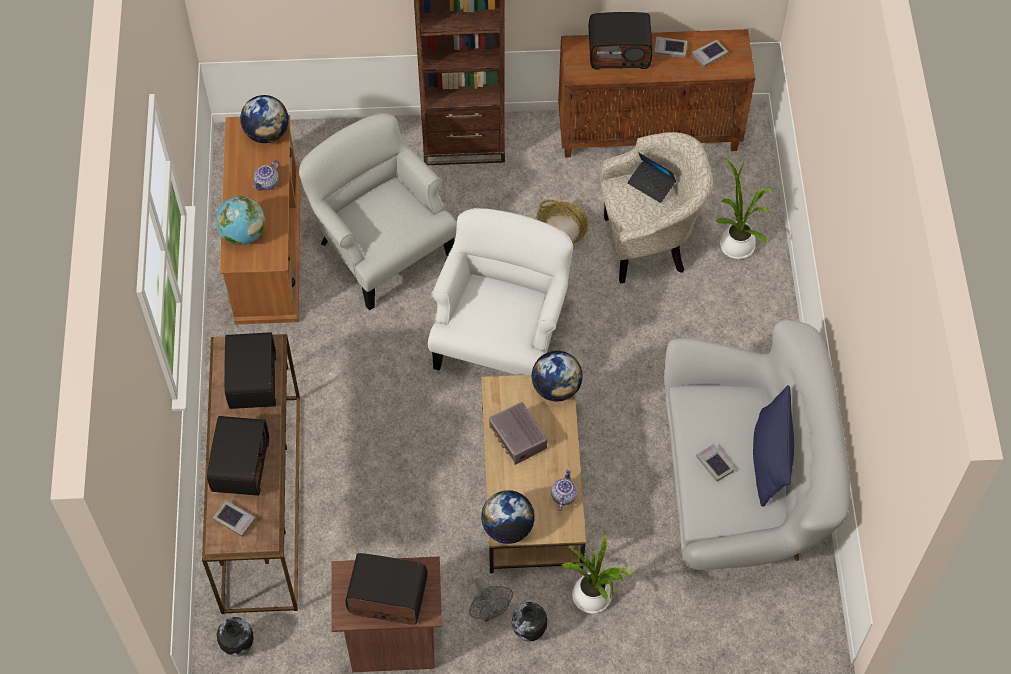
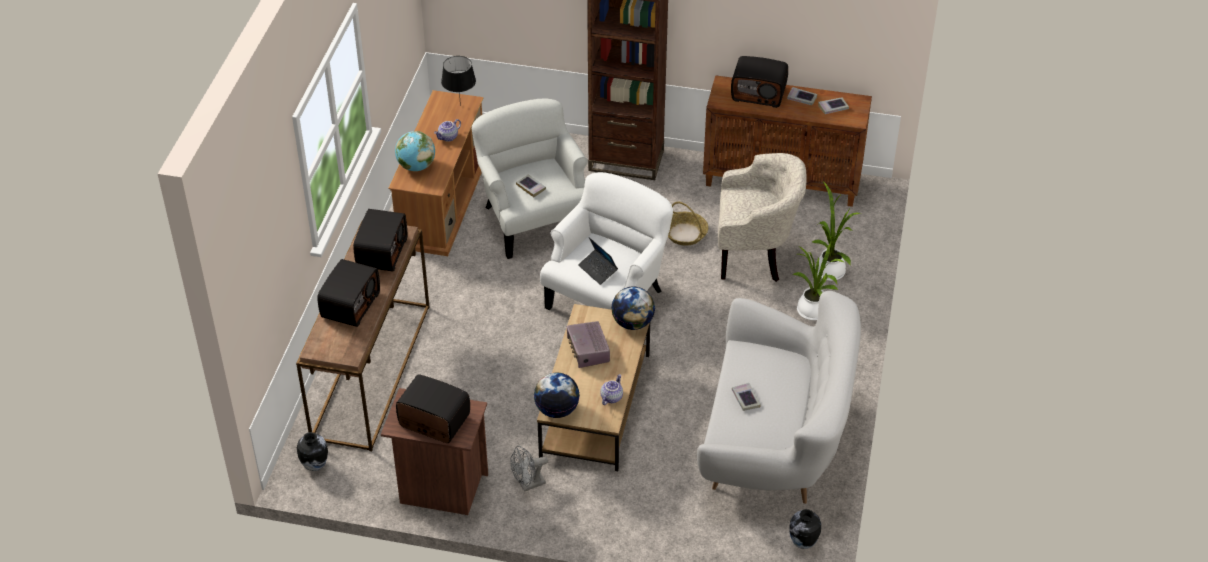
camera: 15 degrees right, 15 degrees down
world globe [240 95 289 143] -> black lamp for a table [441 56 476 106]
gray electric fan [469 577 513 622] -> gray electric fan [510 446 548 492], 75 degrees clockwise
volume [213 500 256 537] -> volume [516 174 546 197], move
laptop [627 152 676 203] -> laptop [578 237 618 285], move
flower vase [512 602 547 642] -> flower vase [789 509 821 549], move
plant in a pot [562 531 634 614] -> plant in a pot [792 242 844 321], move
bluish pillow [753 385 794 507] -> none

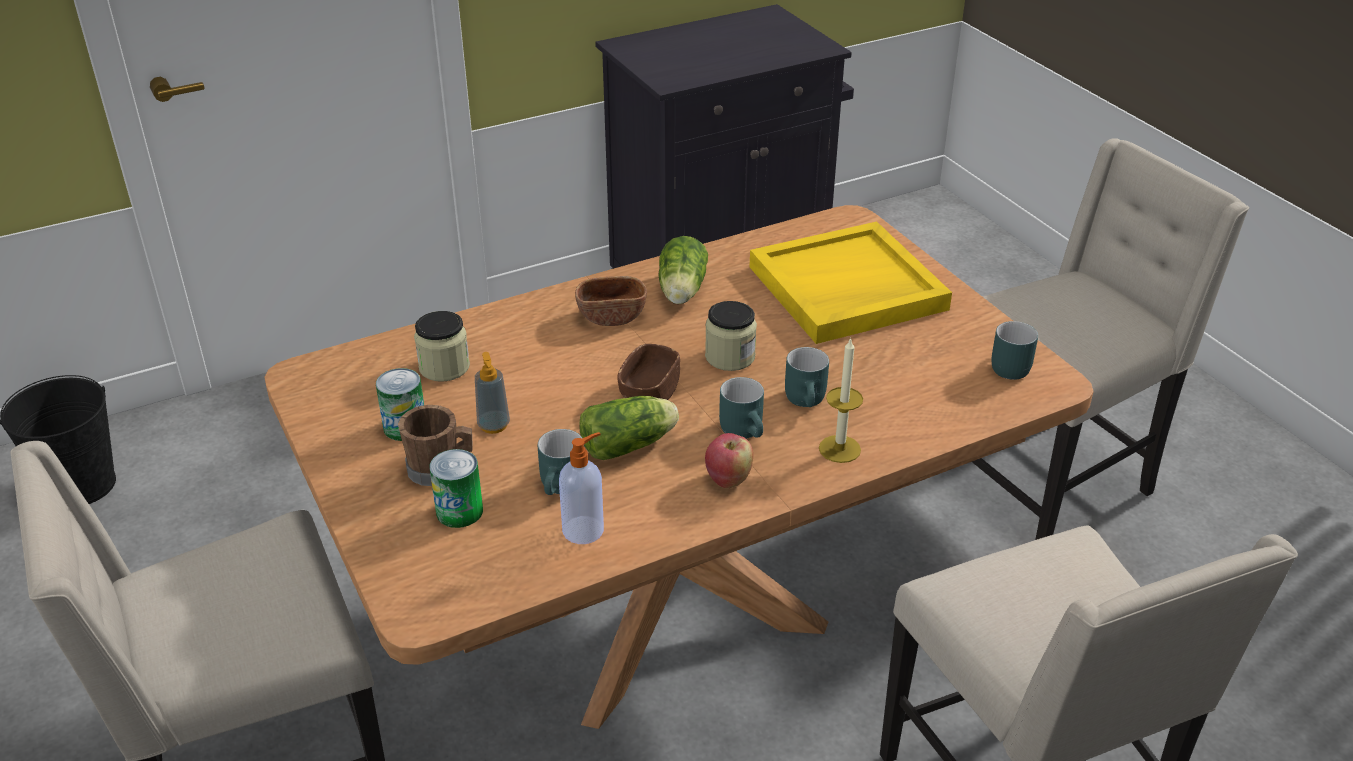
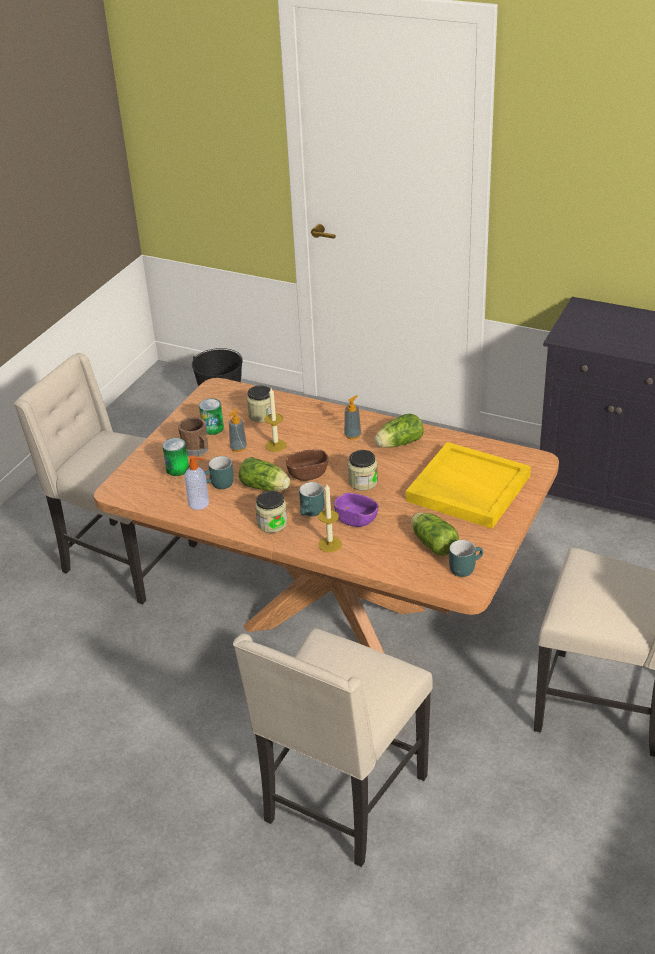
camera: 55 degrees right, 0 degrees up
apple [705 433 753 488] -> jar [255 491 287 533]
none -> wax candle [264 388 287 452]
turquoise-coloured coffee mug [785 347 829 407] -> purplish deep dish [334 493 378 527]
brown deep dish [575 276 647 326] -> soap bottle [344 395 361 440]
none -> lettuce head [411 512 459 556]

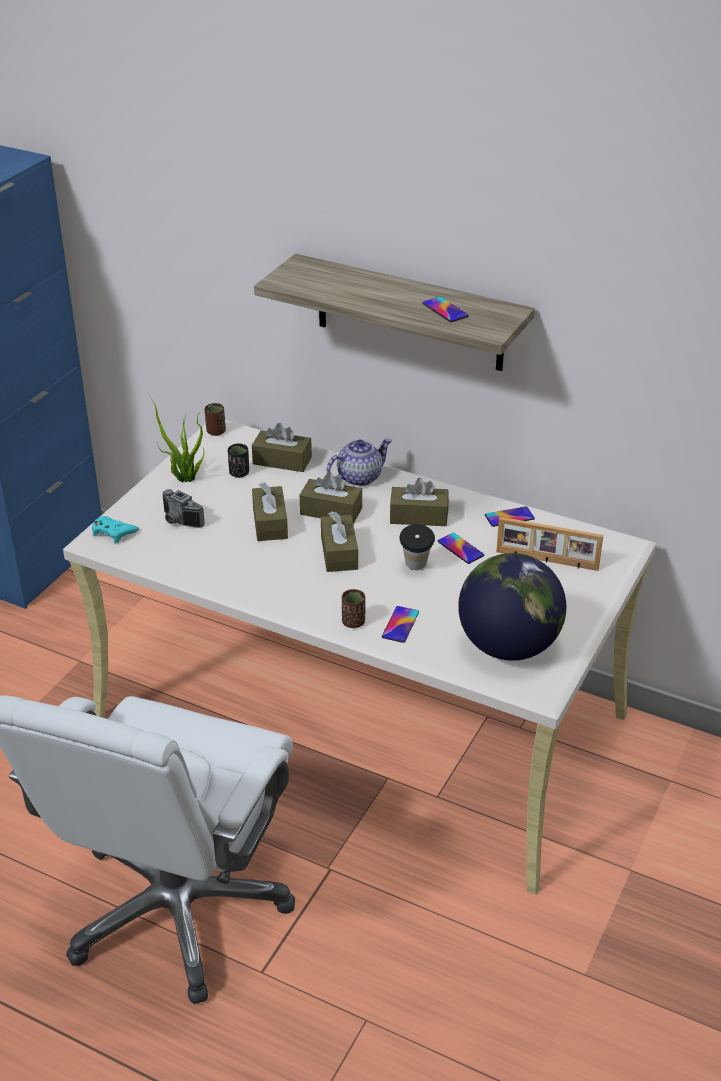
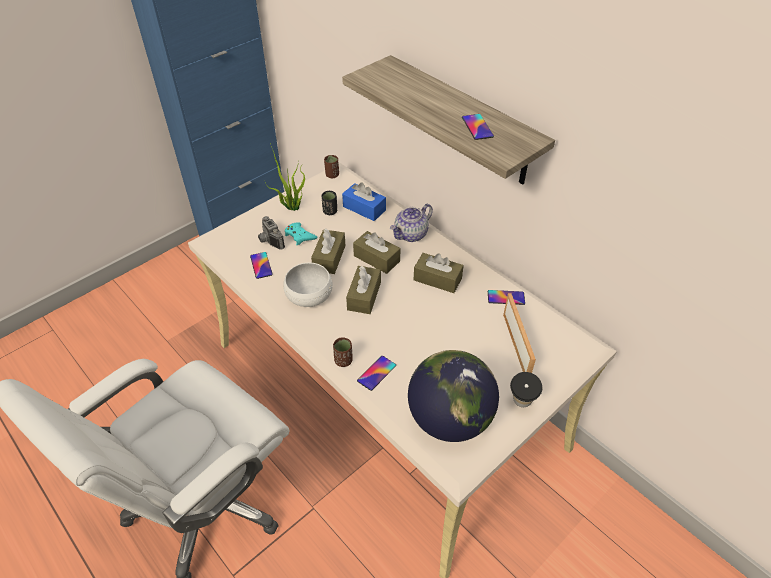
camera: 20 degrees right, 10 degrees up
handset [438 533 484 564] -> handset [250 252 273 279], move
none -> whitish deep dish [283 262 333 307]
turquoise-coloured gamepad [91 516 139 544] -> turquoise-coloured gamepad [285 222 318 245], move
brown tissue box [252 423 312 472] -> bluish tissue box [342 182 386 221]
tea pot [327 438 392 486] -> tea pot [390 204 433 242], 150 degrees clockwise
photo frame [496 517 603 571] -> photo frame [503 293 536 373], 135 degrees counterclockwise
cup [399 524 435 570] -> cup [510 372 542 407], move

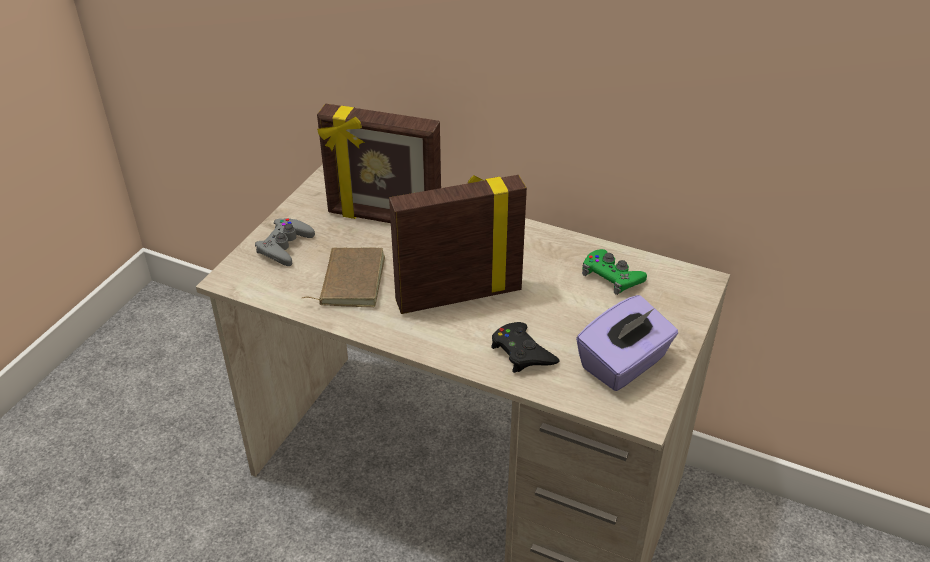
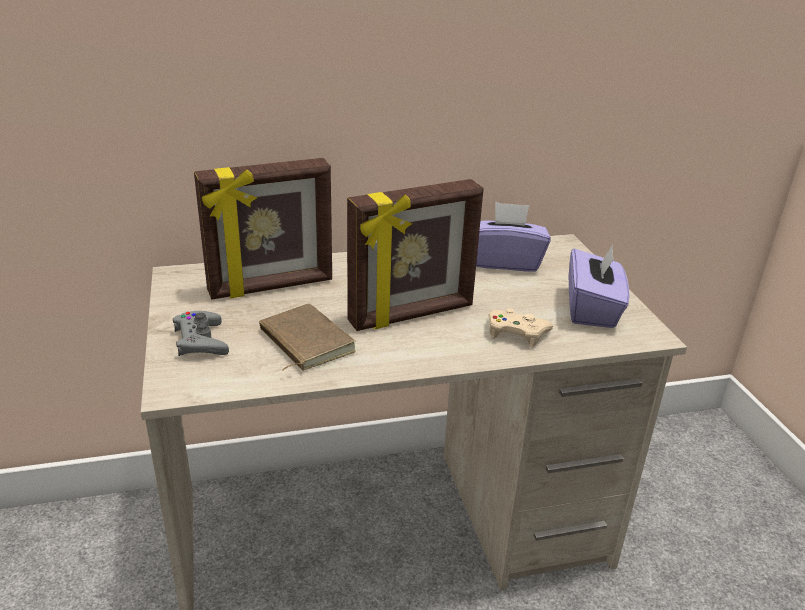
camera: 40 degrees left, 10 degrees down
photo frame [389 175 527 314] -> photo frame [347 179 484 331], 150 degrees counterclockwise
greenish gamepad [582 249 647 295] -> purplish tissue box [476 202 550 272]
black gamepad [491 322 559 373] -> beige-coloured gamepad [489 308 553 347]

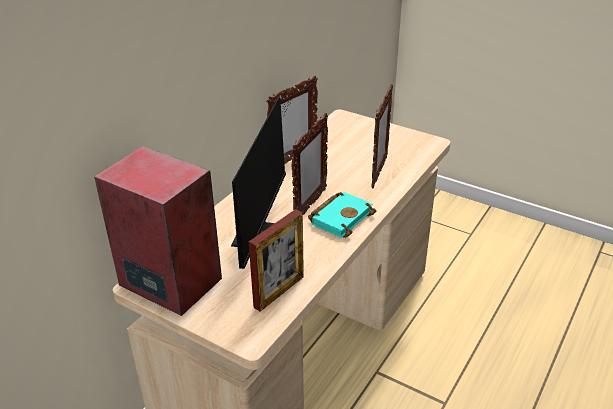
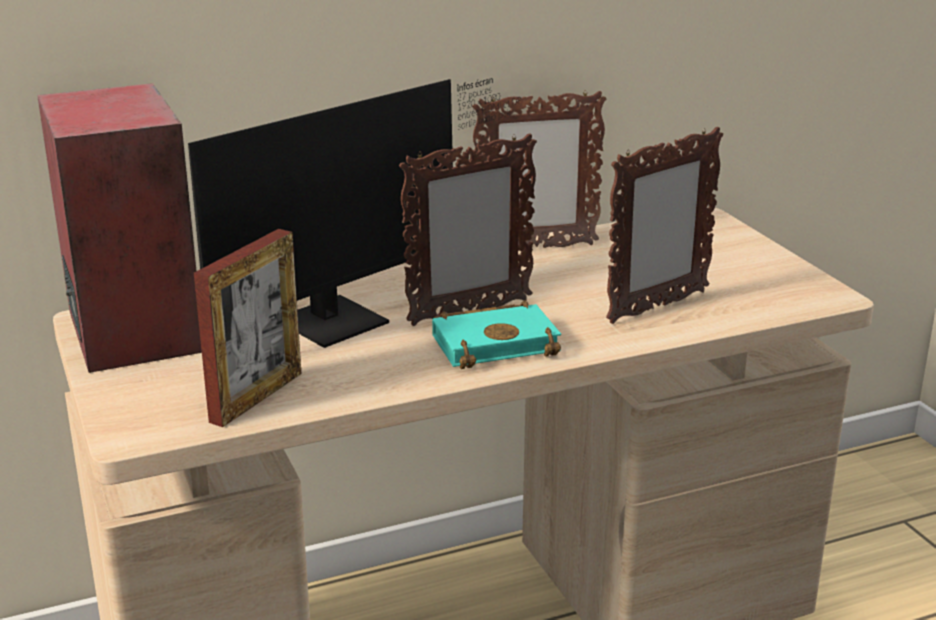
camera: 35 degrees right, 10 degrees down
photo frame [249 209 304 312] -> photo frame [194 229 302 427], 45 degrees counterclockwise

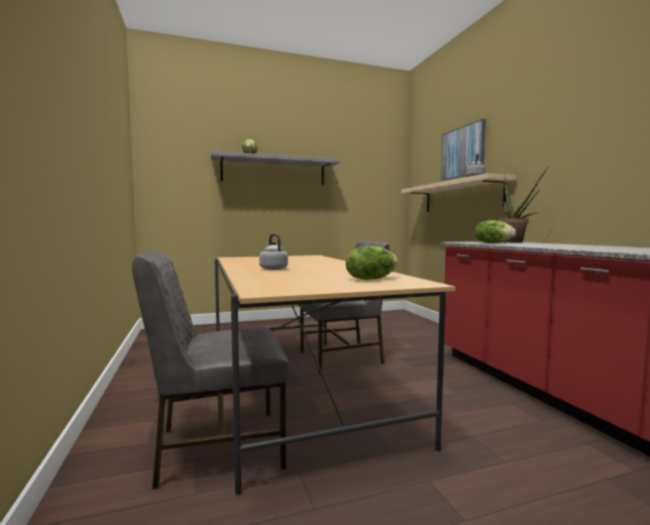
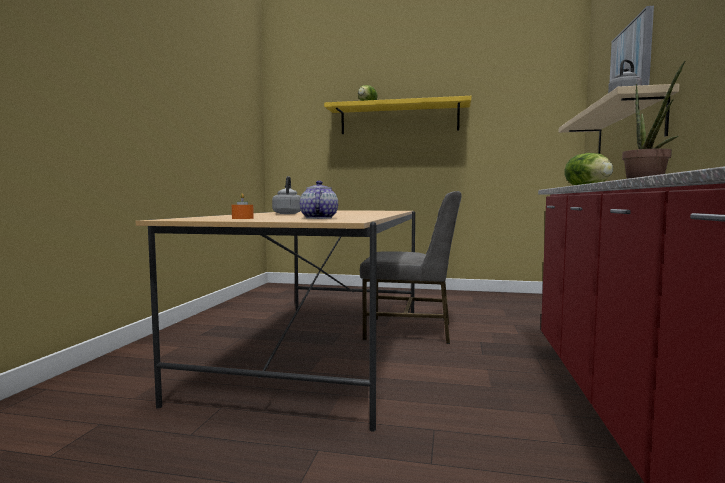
camera: 30 degrees right, 0 degrees up
none -> orange-coloured wax candle [232 193 254 219]
lettuce head [346 245 399 280] -> tea pot [300 181 338 219]
gray bracket shelf [211 151 340 185] -> yellowish bracket shelf [324 96 471 134]
gray chair [132 251 290 489] -> none

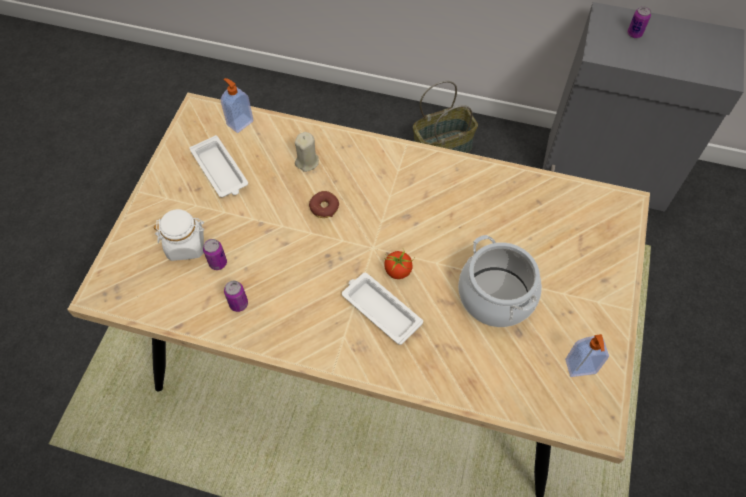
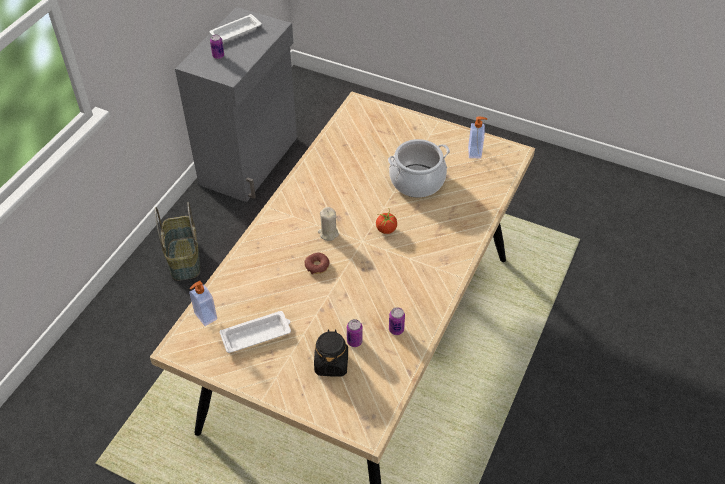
camera: 80 degrees left, 10 degrees down
whitish serving tray [342 273 423 345] -> whitish serving tray [209 14 262 42], move
whitish jar [154 209 204 261] -> black jar [314 329 348 376]
beige-coloured wax candle [295 132 319 172] -> beige-coloured wax candle [318 207 339 241], move

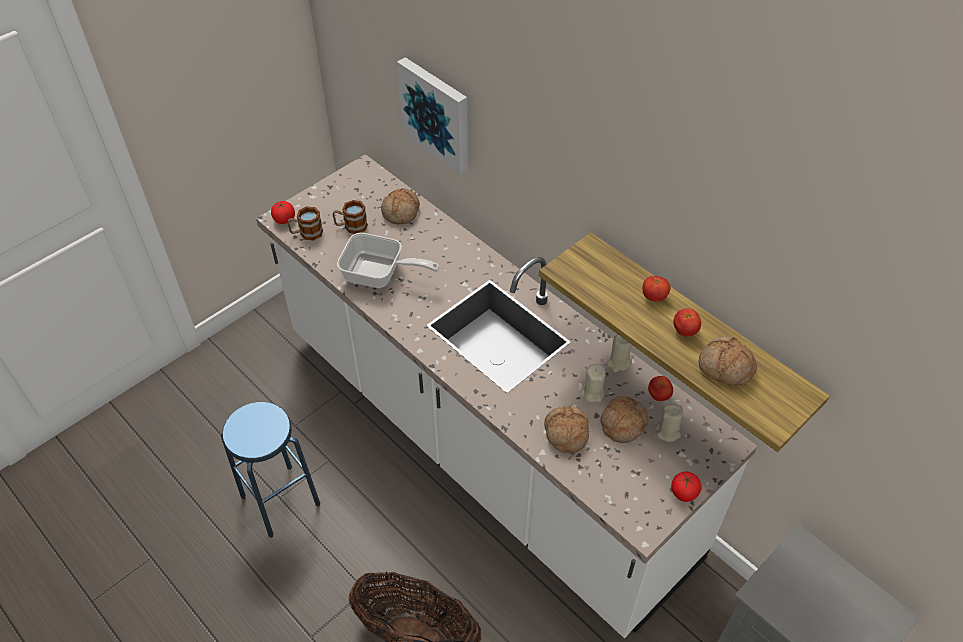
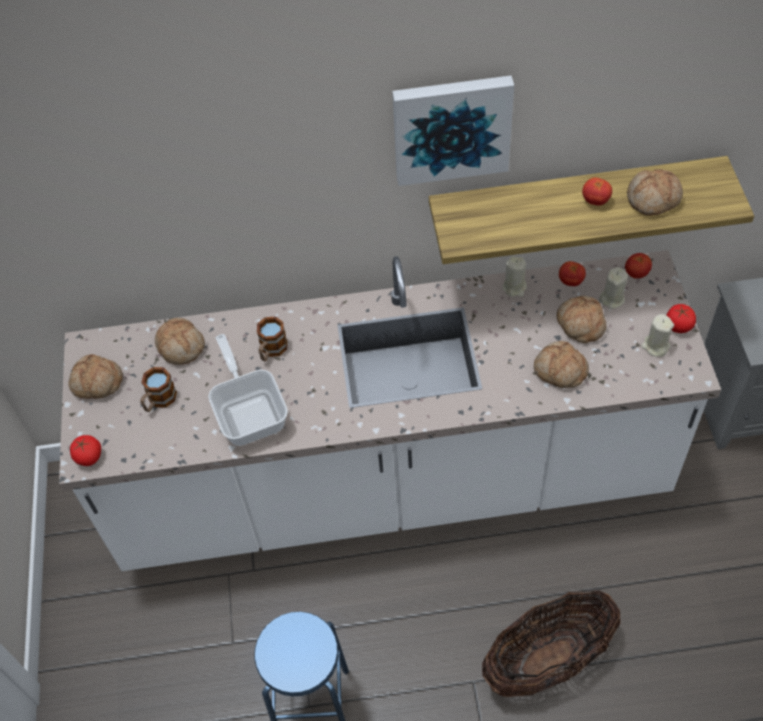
camera: 50 degrees left, 5 degrees up
none -> baked bread [68 354 123 399]
frying pan [337 233 439 288] -> frying pan [208 334 288 446], 75 degrees counterclockwise
coffee mug [287 206 323 240] -> coffee mug [257 317 287 361], move
wall picture [397 57 468 174] -> wall picture [392 76 514 186], move
fresh tomato [642 276 670 302] -> fresh tomato [625 253 652 279], move
beige-coloured wax candle [581 364 606 402] -> beige-coloured wax candle [641 314 674 357], move

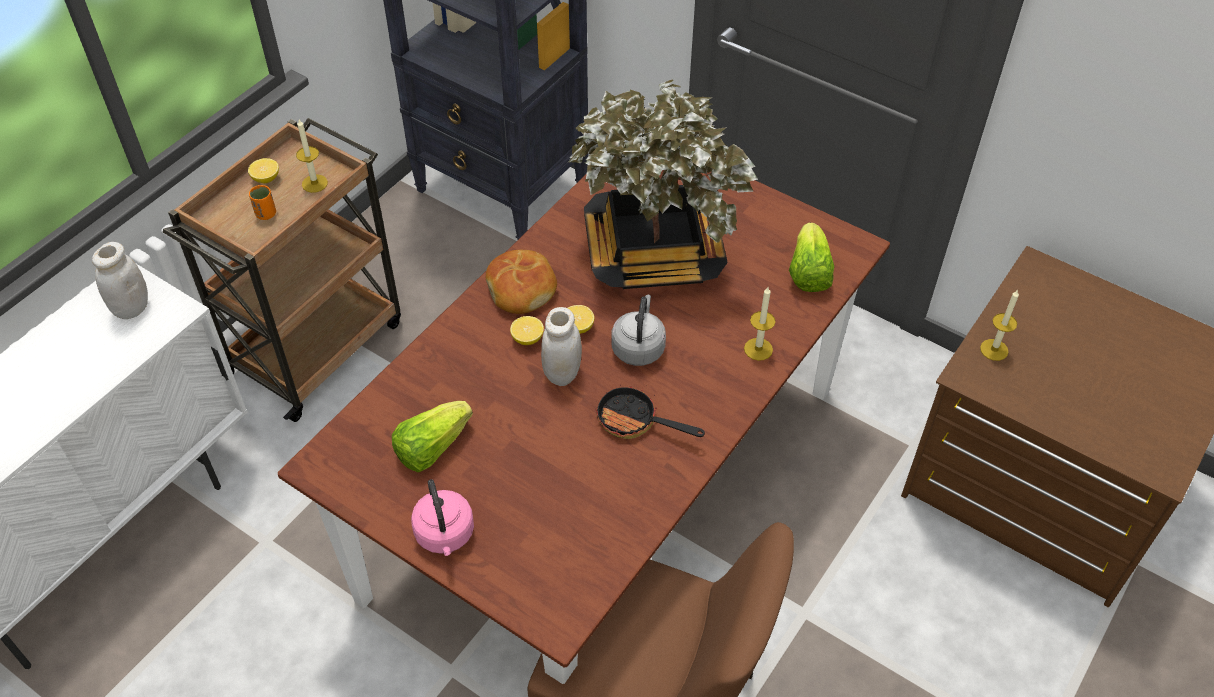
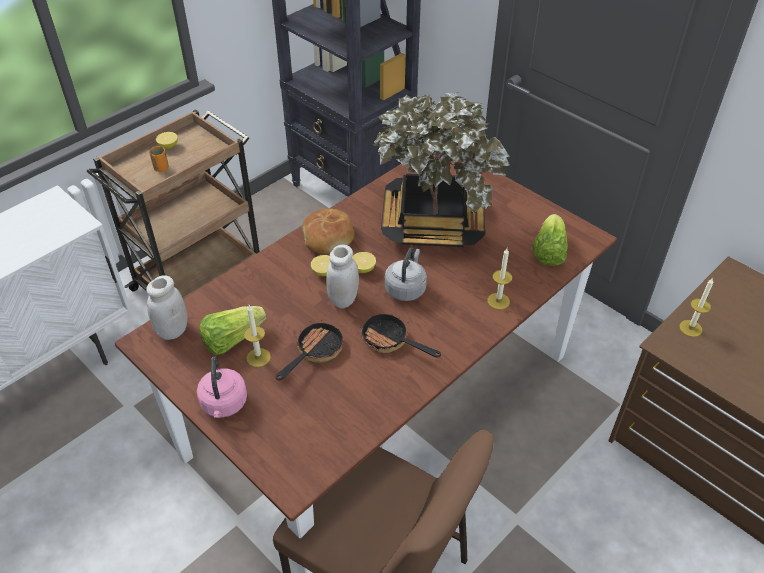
camera: 10 degrees right, 5 degrees down
whitish jar [92 242 148 319] -> whitish jar [146 275 188 340], move
wax candle [296 120 328 193] -> wax candle [244 305 271 367], move
none -> frying pan [276 319 343 380]

